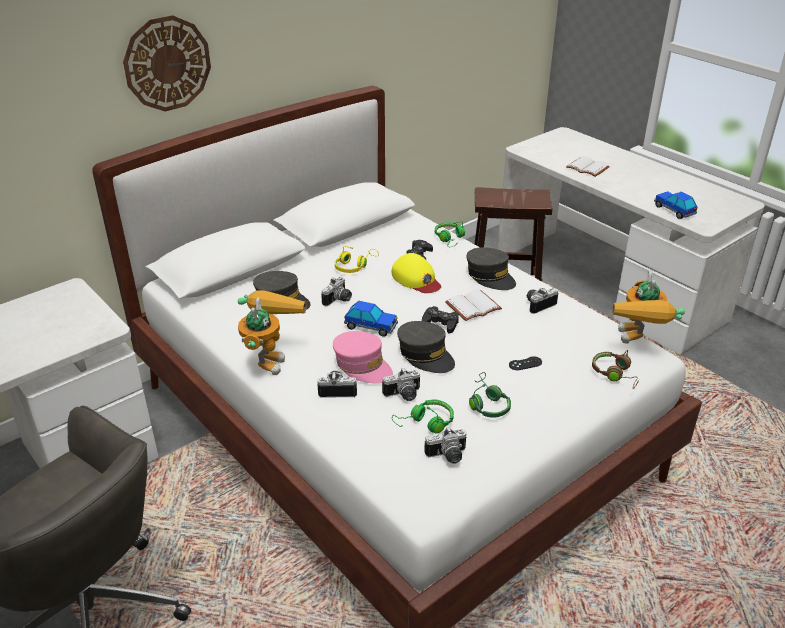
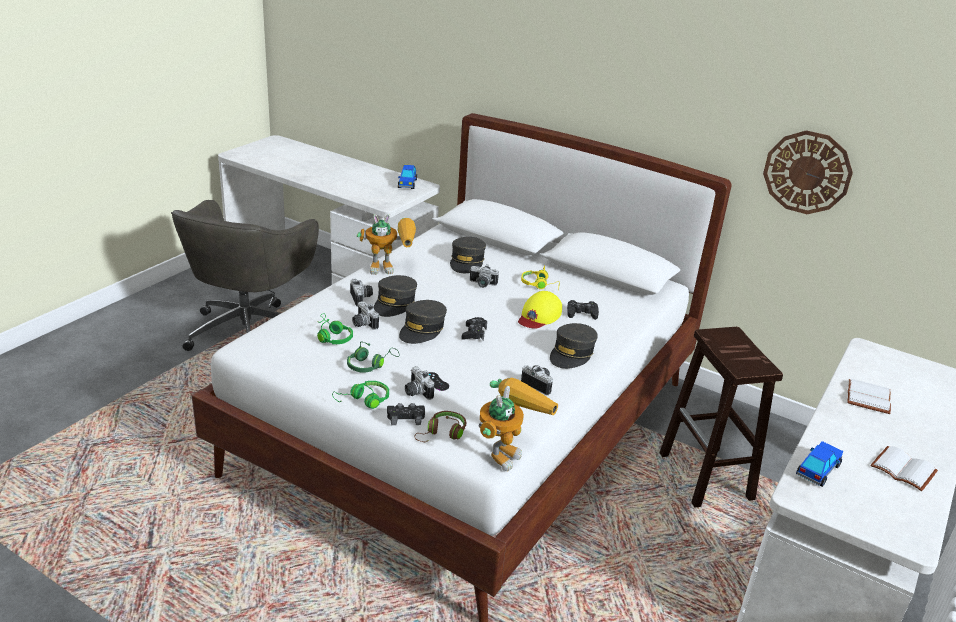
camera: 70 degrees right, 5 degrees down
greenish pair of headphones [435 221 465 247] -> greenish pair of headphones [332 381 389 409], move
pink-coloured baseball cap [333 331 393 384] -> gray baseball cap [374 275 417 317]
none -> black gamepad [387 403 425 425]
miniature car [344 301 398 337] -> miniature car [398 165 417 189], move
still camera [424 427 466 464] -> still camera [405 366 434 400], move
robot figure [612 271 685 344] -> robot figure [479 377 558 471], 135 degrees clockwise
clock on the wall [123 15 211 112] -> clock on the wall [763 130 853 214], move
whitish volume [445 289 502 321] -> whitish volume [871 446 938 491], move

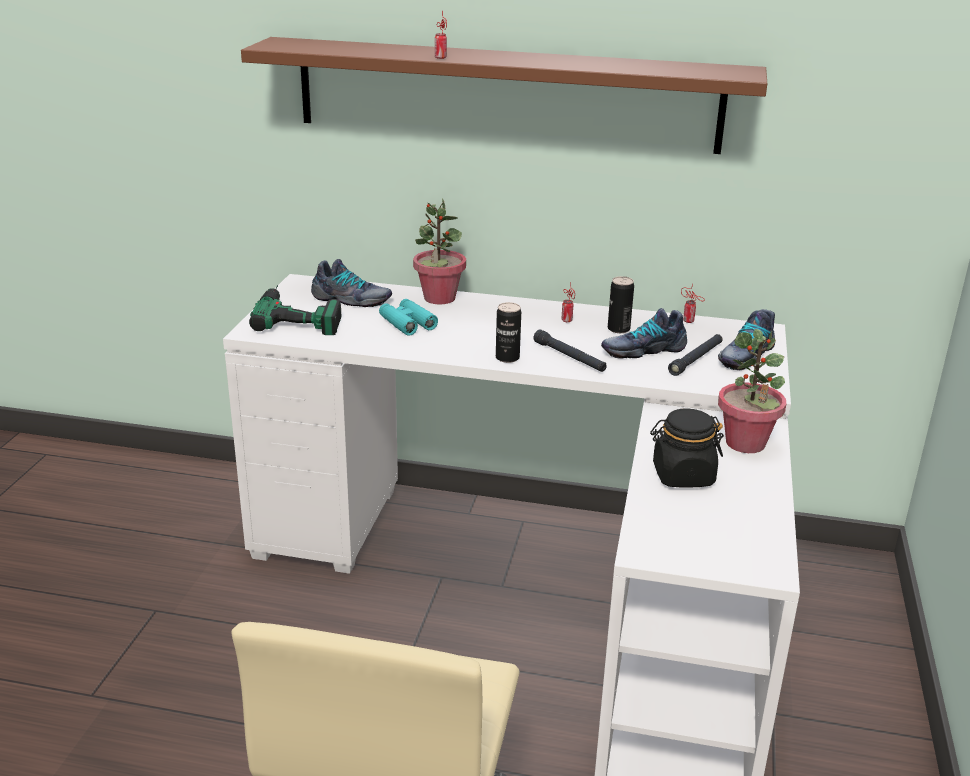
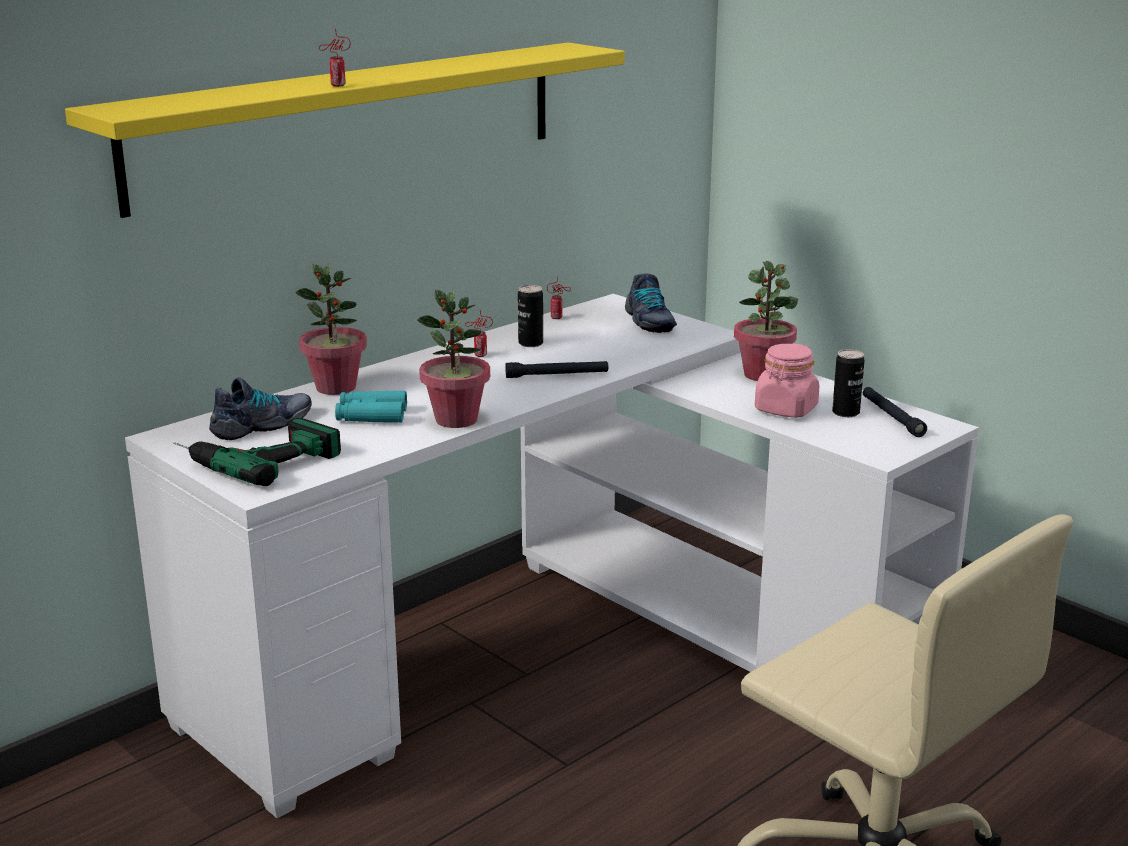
camera: 55 degrees left, 5 degrees down
brown bracket shelf [241 37 767 154] -> yellowish bracket shelf [65 43 625 218]
none -> plant in a pot [417 290 490 428]
black jar [650 409 724 487] -> pink-coloured jar [755 343 819 418]
metal can [496 302 521 363] -> metal can [832 349 865 417], move
black torch [668 334 723 376] -> black torch [863 387 927 437], move
shoe [601 308 687 359] -> none

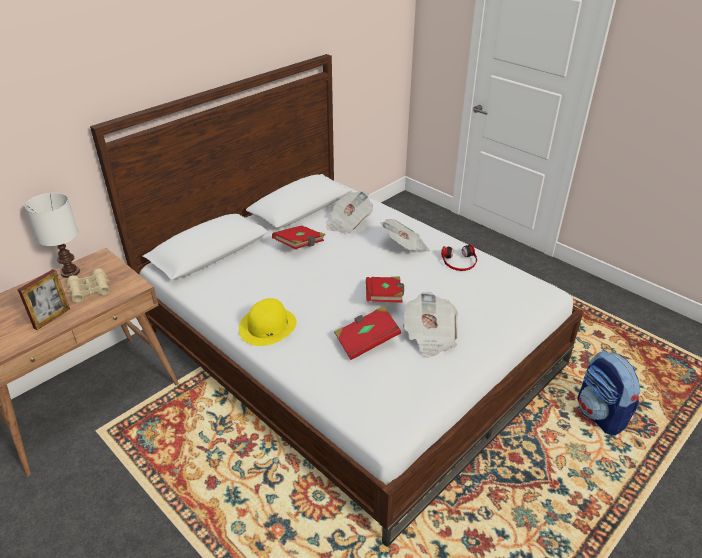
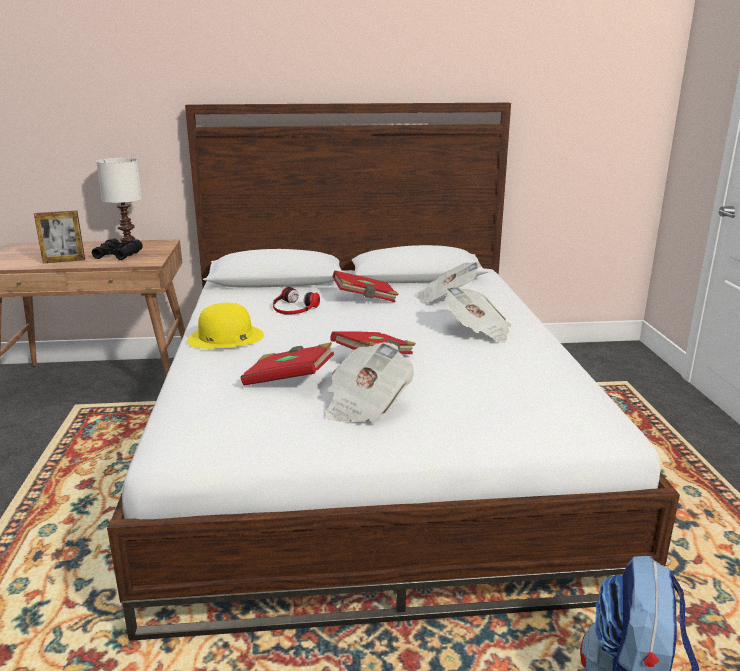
camera: 40 degrees right, 15 degrees down
beige-coloured pair of binoculars [67 269 110 303] -> black pair of binoculars [92 238 143 260]
pair of headphones [441 244 477 271] -> pair of headphones [273 287 320 314], move

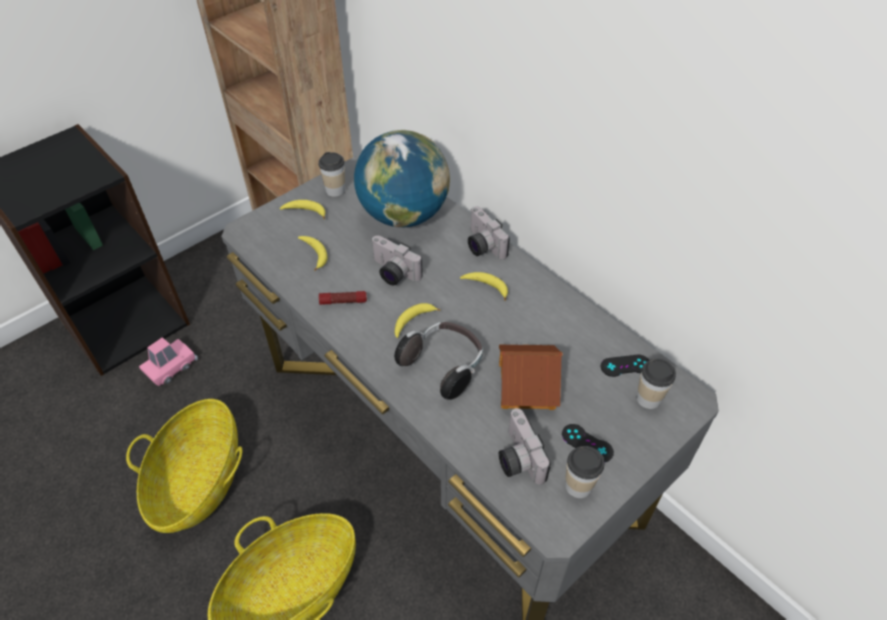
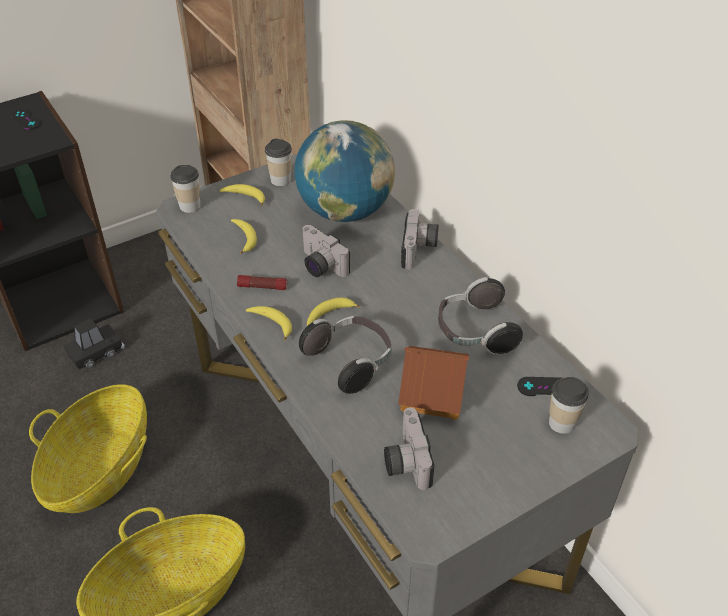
camera: 10 degrees right, 5 degrees down
black gamepad [562 424 614 462] -> black gamepad [11 109 41 130], move
pink-coloured miniature car [139 337 198 386] -> black miniature car [64 318 125 369]
cup [565 446 604 498] -> cup [170 165 201 213], move
whole banana [460 272 508 301] -> whole banana [246 306 292 341], move
still camera [468 206 510 260] -> still camera [401 209 439 270], 150 degrees counterclockwise
none -> pair of headphones [438 277 523 355]

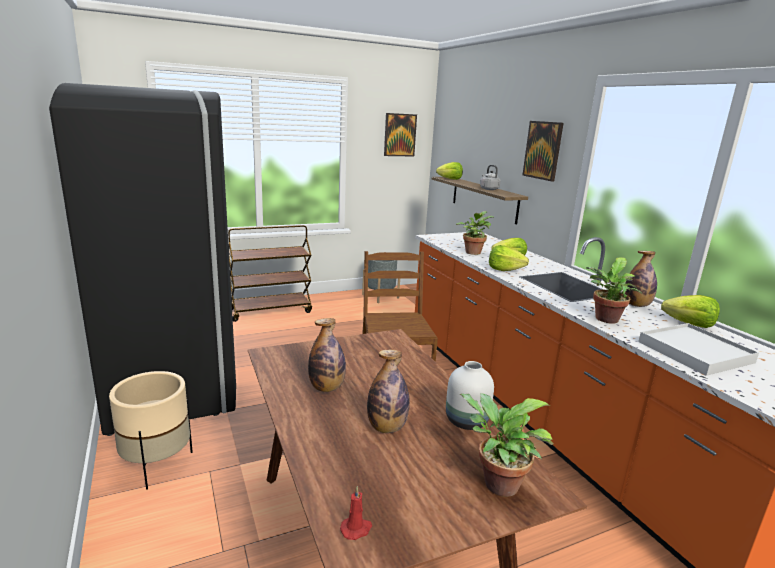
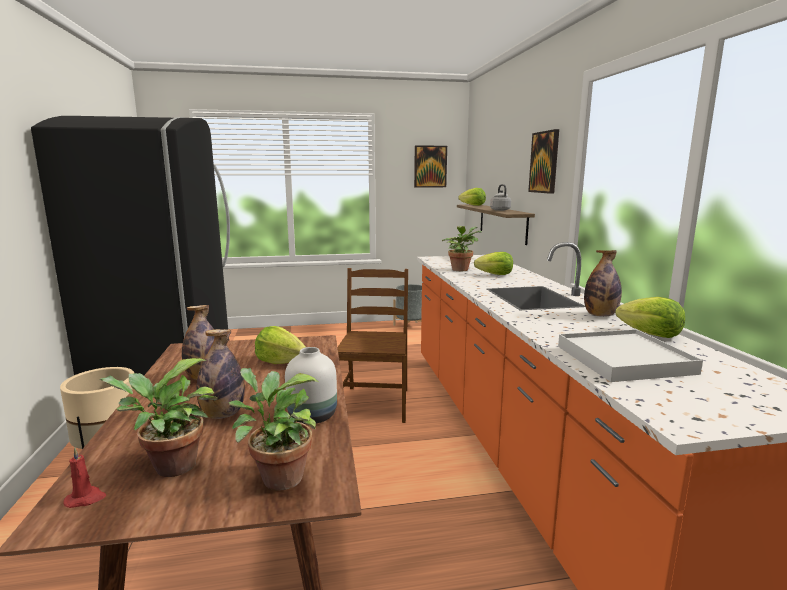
camera: 15 degrees right, 5 degrees down
plant in a pot [586 257 642 324] -> plant in a pot [99 358 218 477], move
lettuce head [489 245 529 271] -> lettuce head [255 326 306 364], move
brown wheeled cart [228 225 312 322] -> none

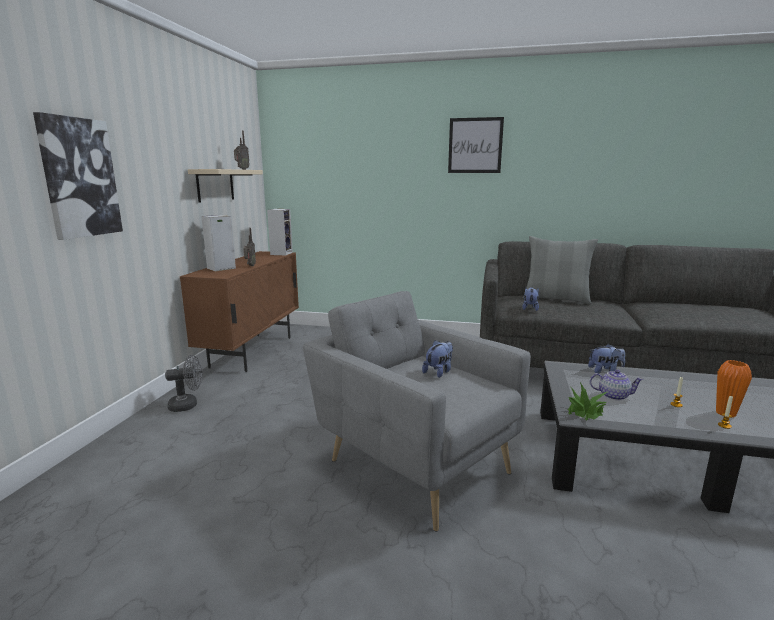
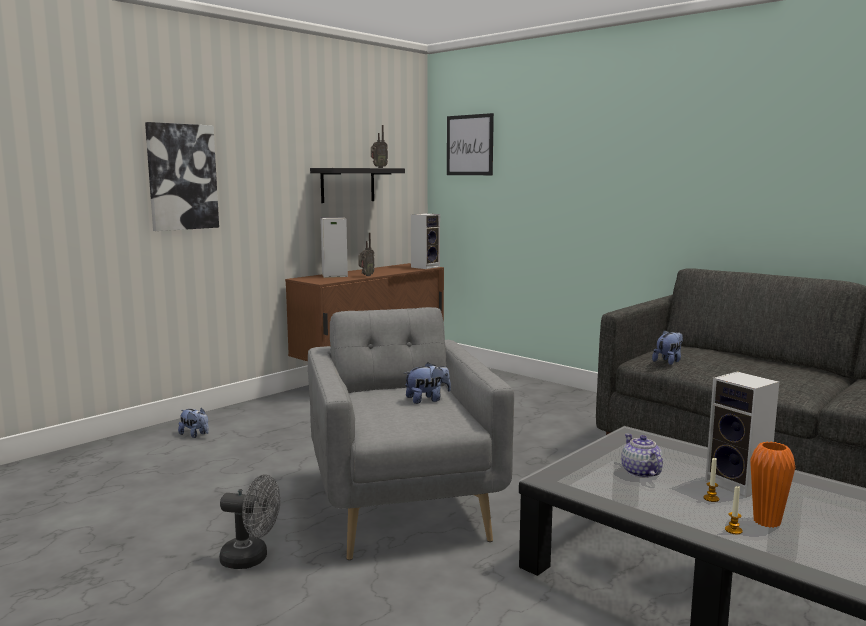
camera: 30 degrees right, 5 degrees down
cuddly toy [588 344 625 373] -> cuddly toy [178 407 209 438], move
gray electric fan [165 355 202 412] -> gray electric fan [219 475 280 569], move
beige-coloured bracket shelf [188 169 263 203] -> black bracket shelf [310 168 405 203]
wall picture [448 117 504 173] -> wall picture [447 113 494 175], move
tea pot [590 369 644 401] -> tea pot [621 434 663 478], 150 degrees counterclockwise
none -> speaker [705 371 779 497]
gray pillow [523 236 598 304] -> none
plant in a pot [568 383 607 420] -> none

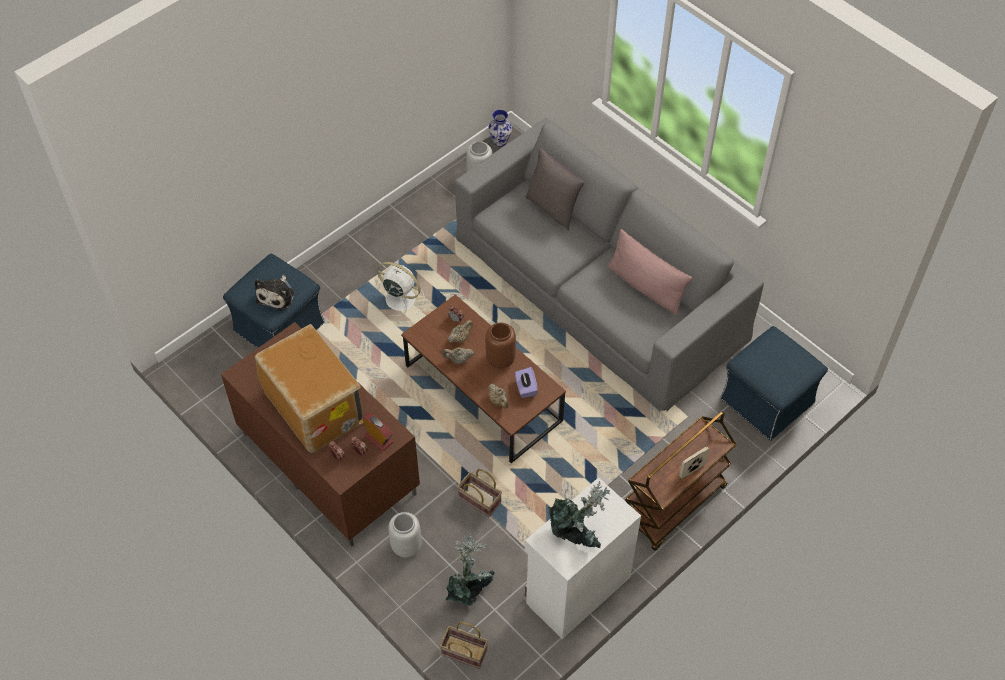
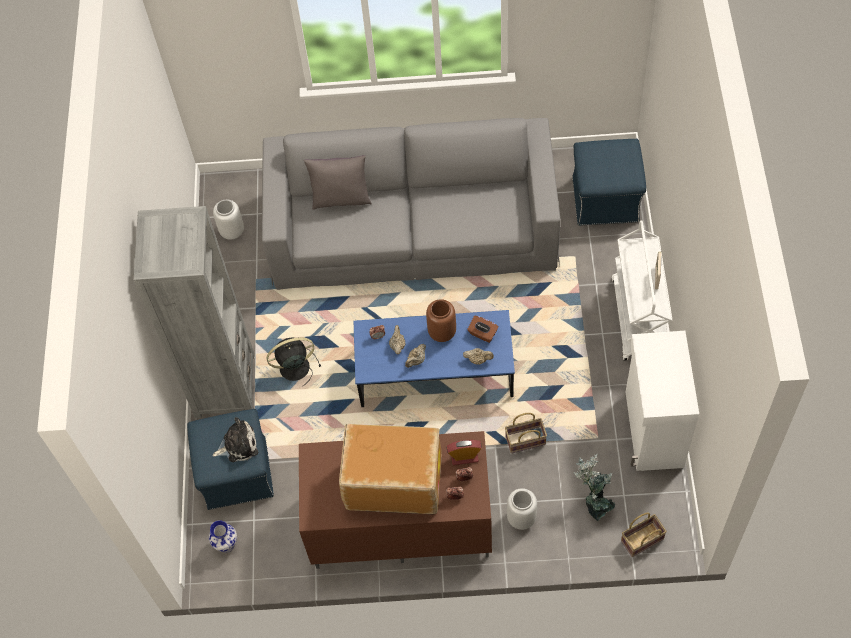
camera: 45 degrees left, 5 degrees up
none -> gray bookcase [134 206 254 418]
flower vase [488 110 512 147] -> flower vase [209 520 237 553], move
cuddly toy [255 275 295 311] -> cuddly toy [213 417 258 462], 75 degrees counterclockwise
whitish electric fan [377 262 425 316] -> black electric fan [267 337 321 386]
brown coffee table [401 294 566 463] -> bluish coffee table [354 310 515 407]
purplish tissue box [515 367 538 398] -> brown tissue box [467 316 499 343]
brown wheeled cart [625 411 736 551] -> whitish wheeled cart [612 221 672 361]
plant in a pot [548 481 610 548] -> none
pink-coloured pillow [607 229 692 316] -> none

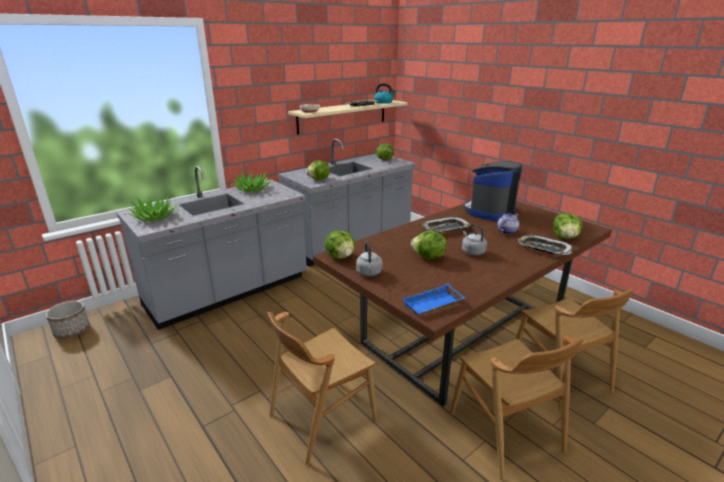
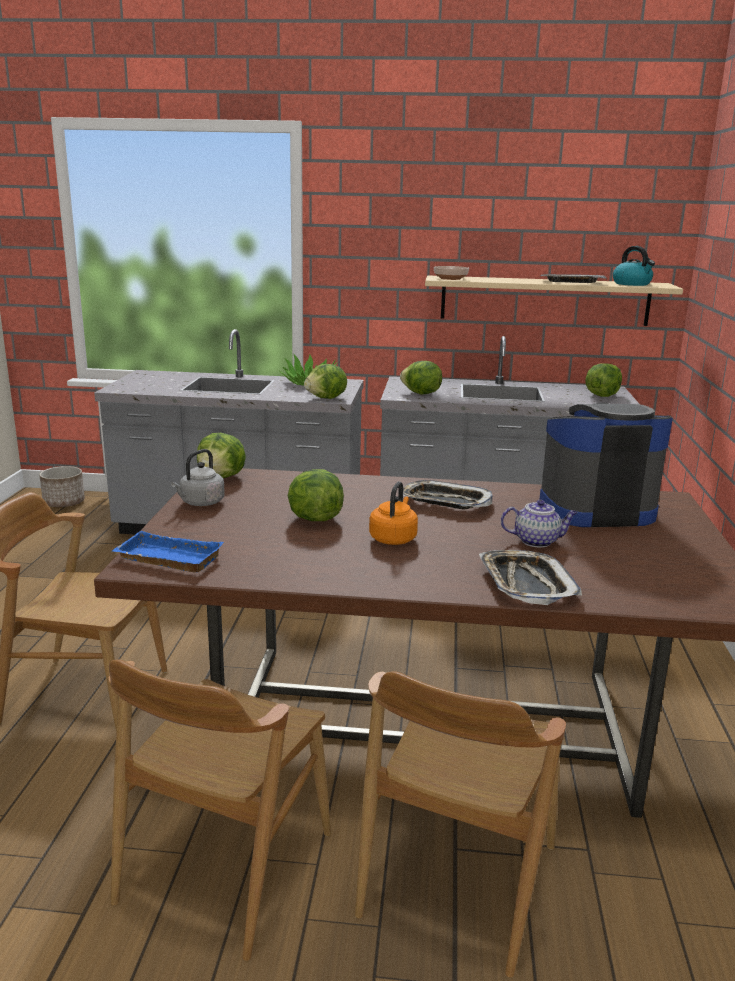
camera: 45 degrees right, 5 degrees down
lettuce head [553 213 582 239] -> lettuce head [304 364 347 399], move
gray tea kettle [462 224 487 256] -> orange-coloured tea kettle [369 481 418 545]
plant in a pot [128 195 178 222] -> none

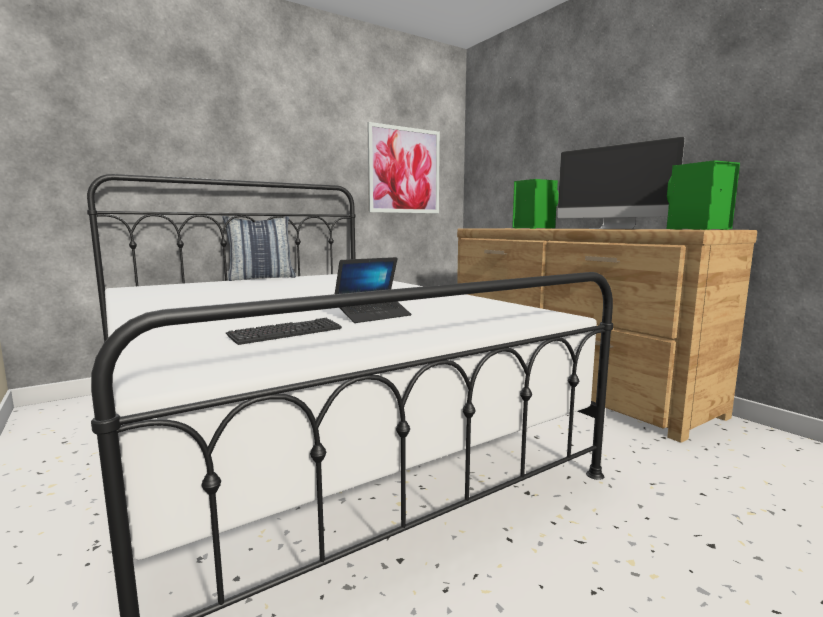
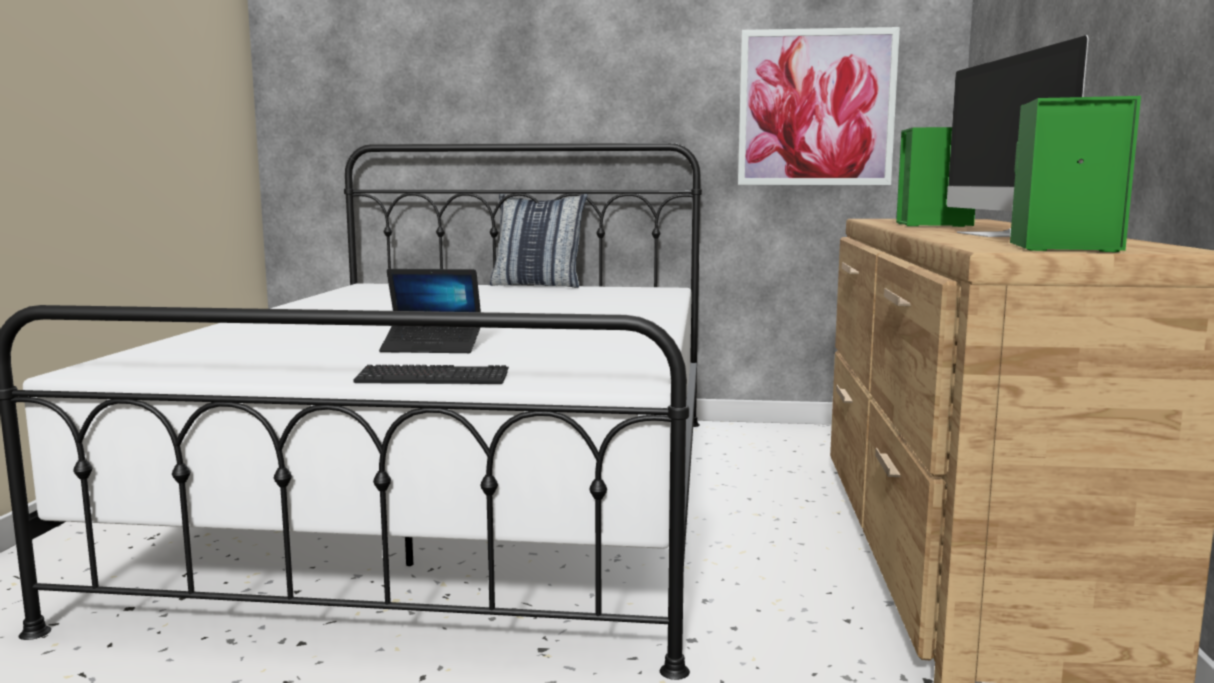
camera: 40 degrees right, 0 degrees up
computer keyboard [226 318 342 345] -> computer keyboard [353 365 509 384], move

